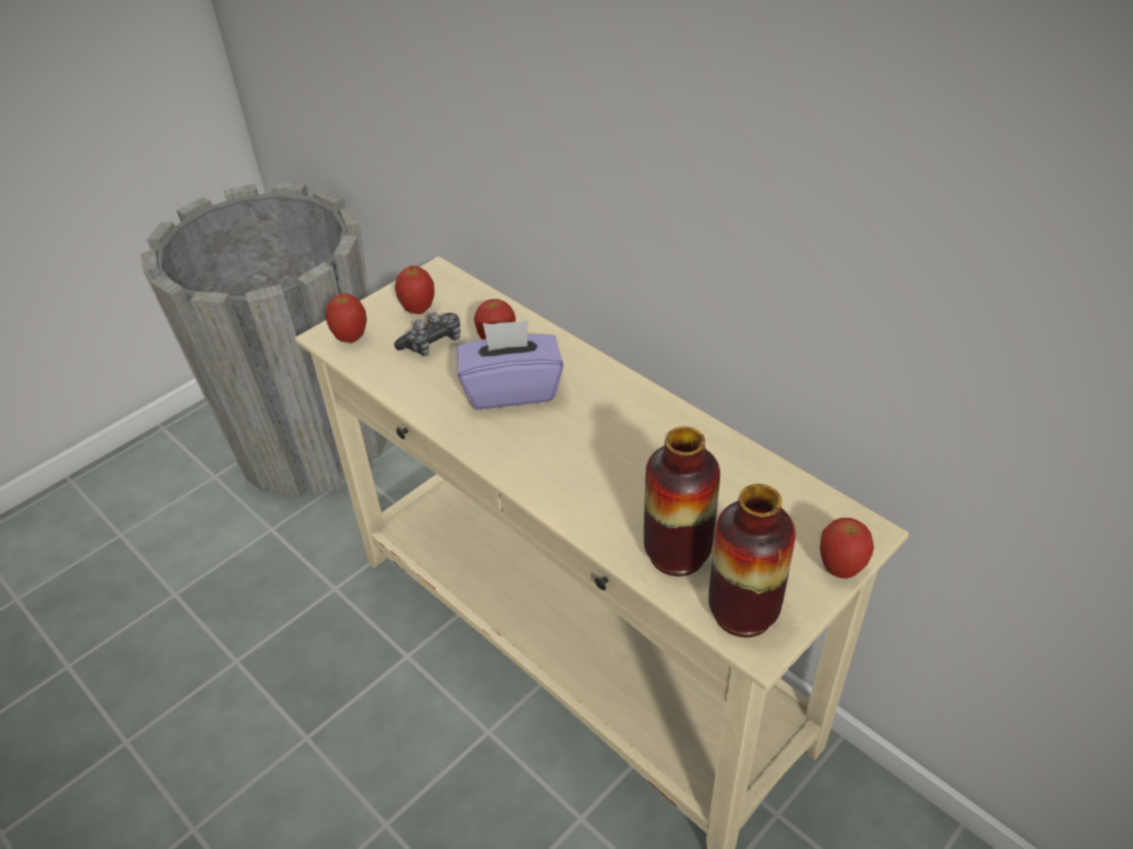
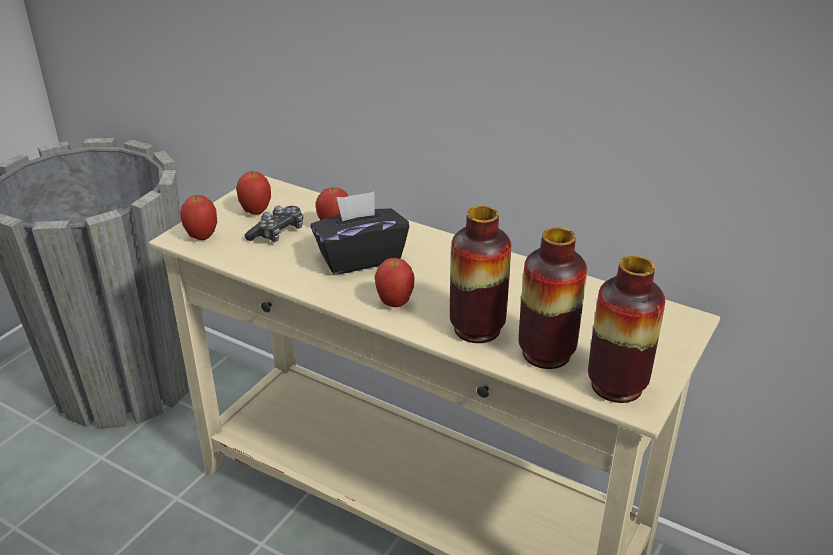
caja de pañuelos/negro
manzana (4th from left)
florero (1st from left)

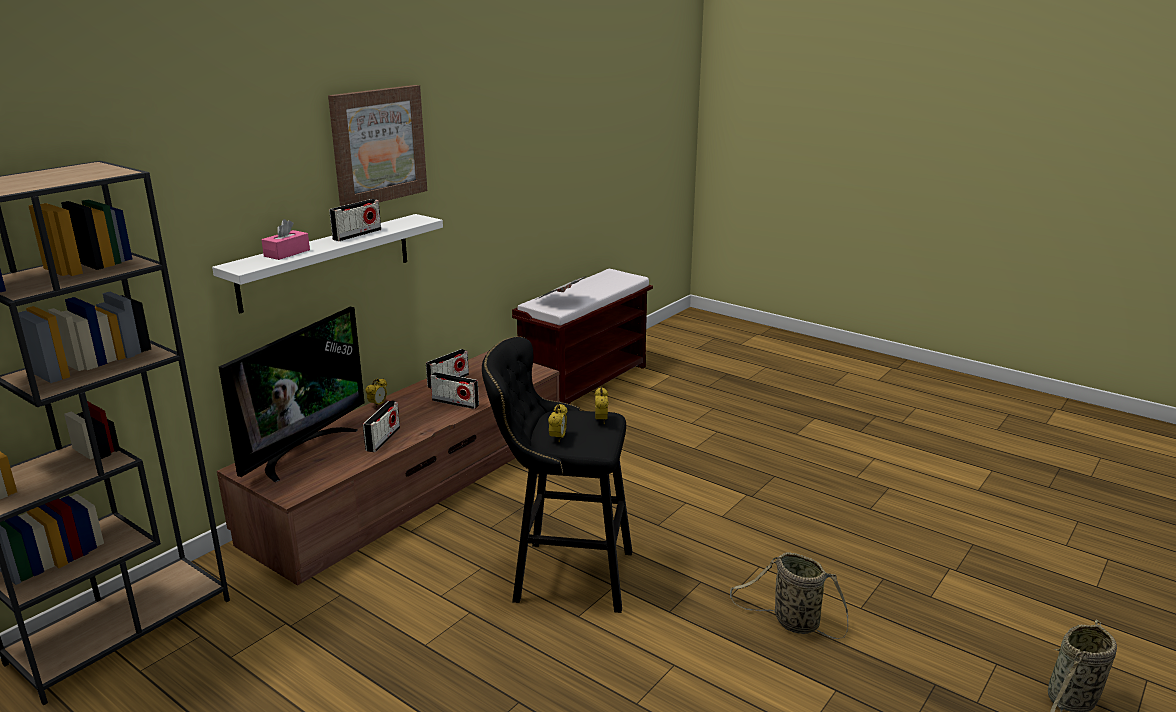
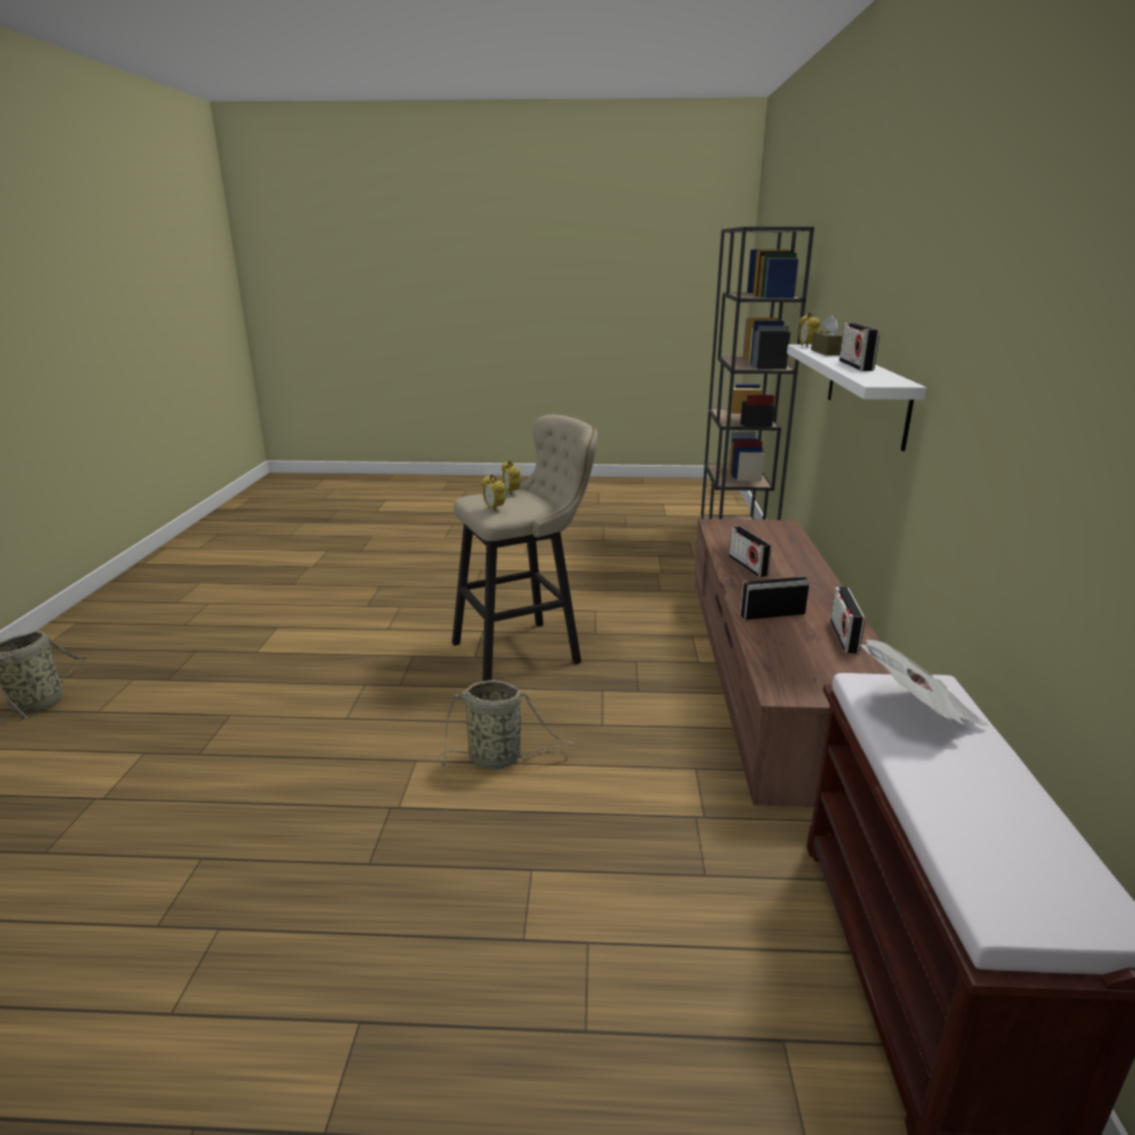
cuadro
caja de pañuelos/marrón
televisor
taburete/beis
despertador (3rd from left)
cesta (2nd from left)

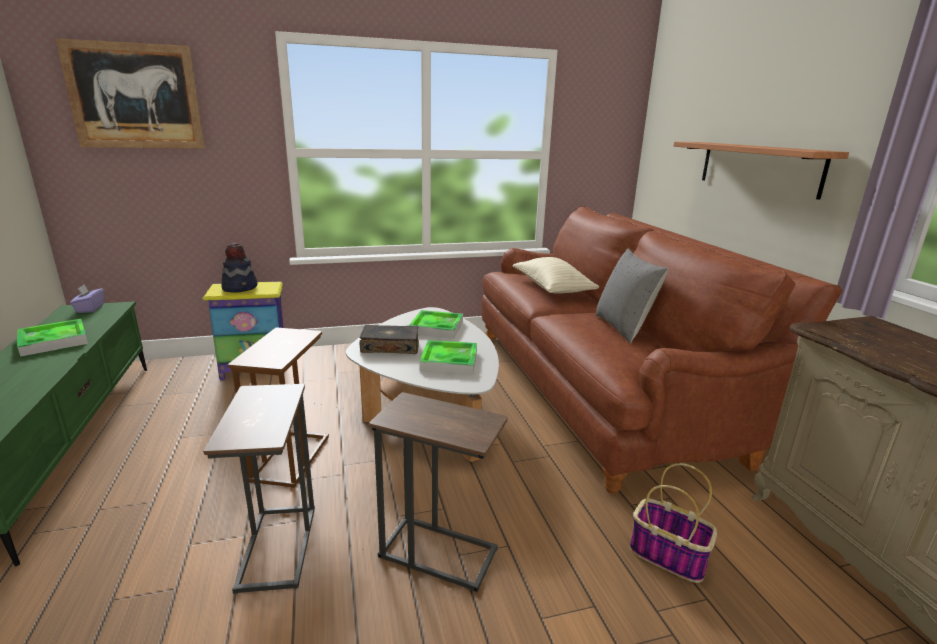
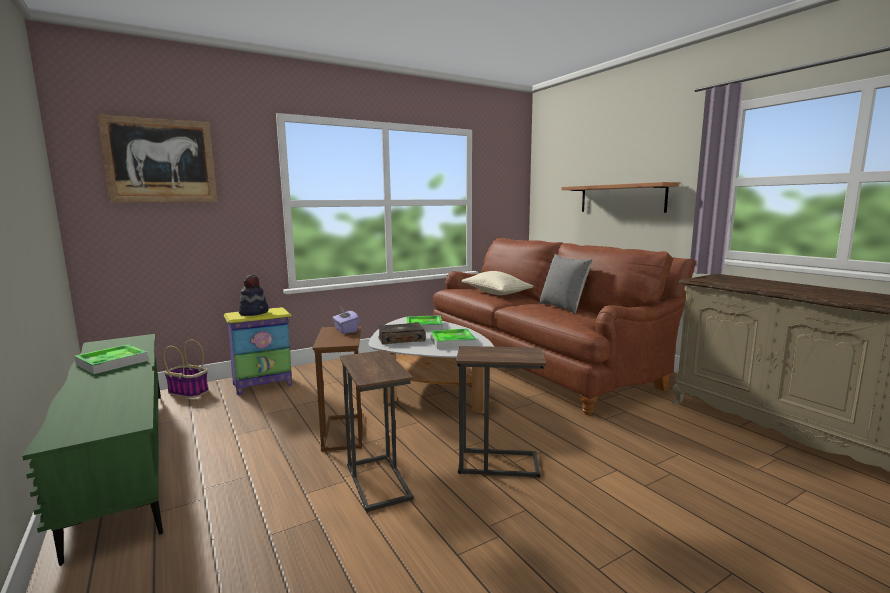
caja de pañuelos/morado
cesta

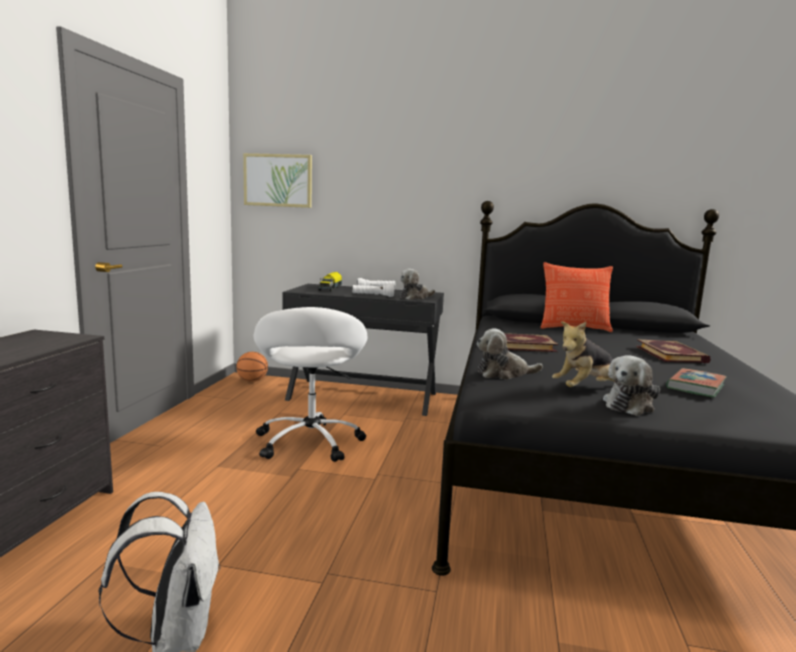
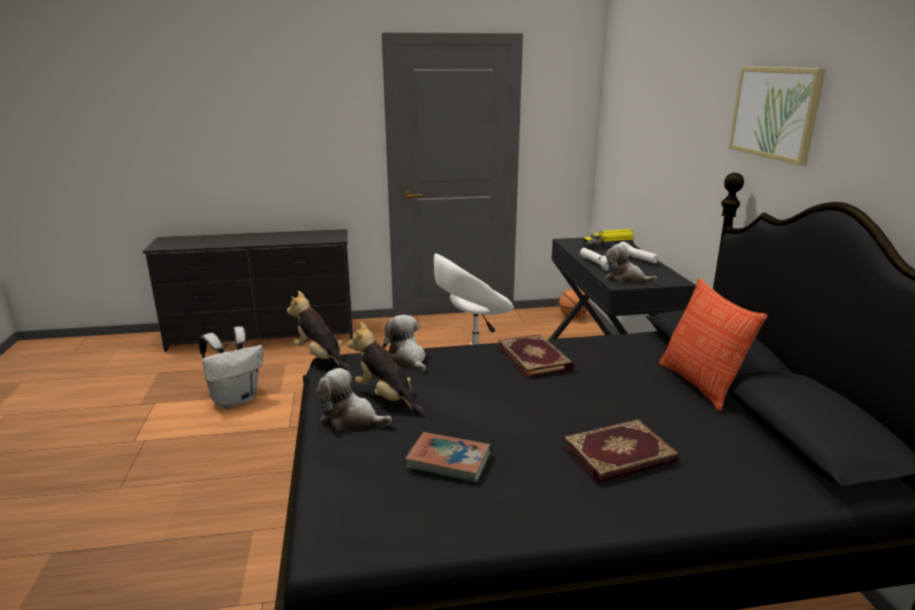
cuadro
peluche (1st from left)

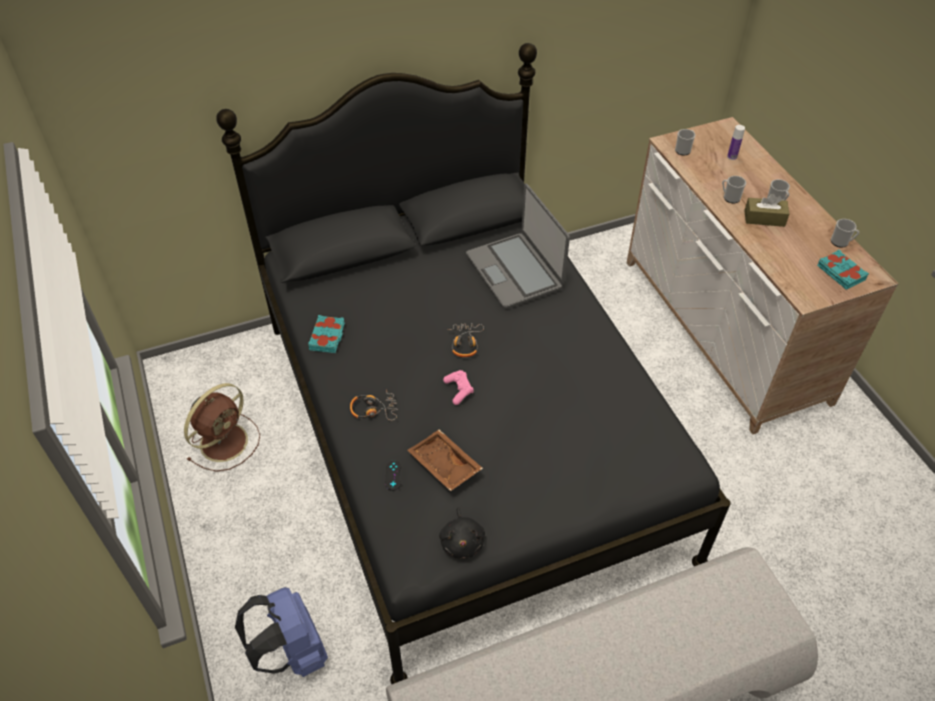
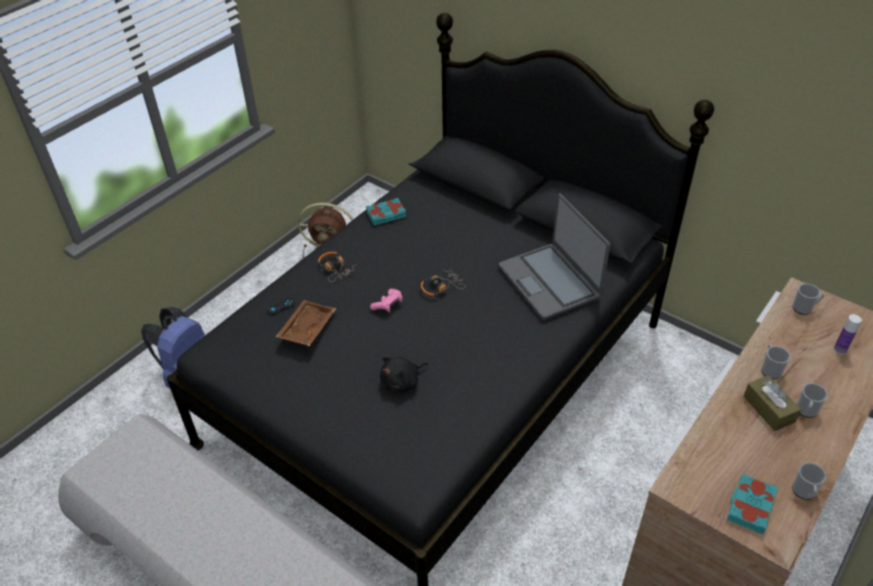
portátil
peluche/negro

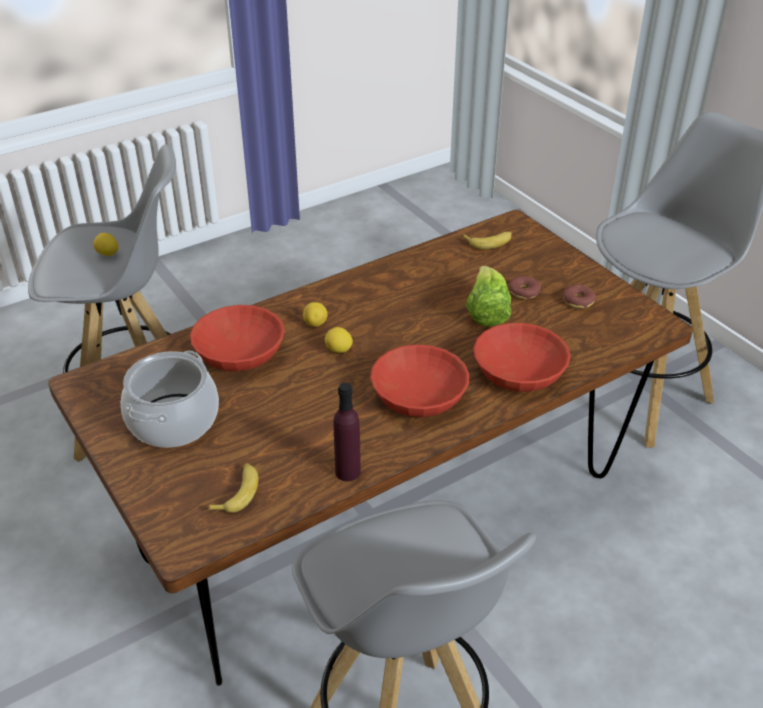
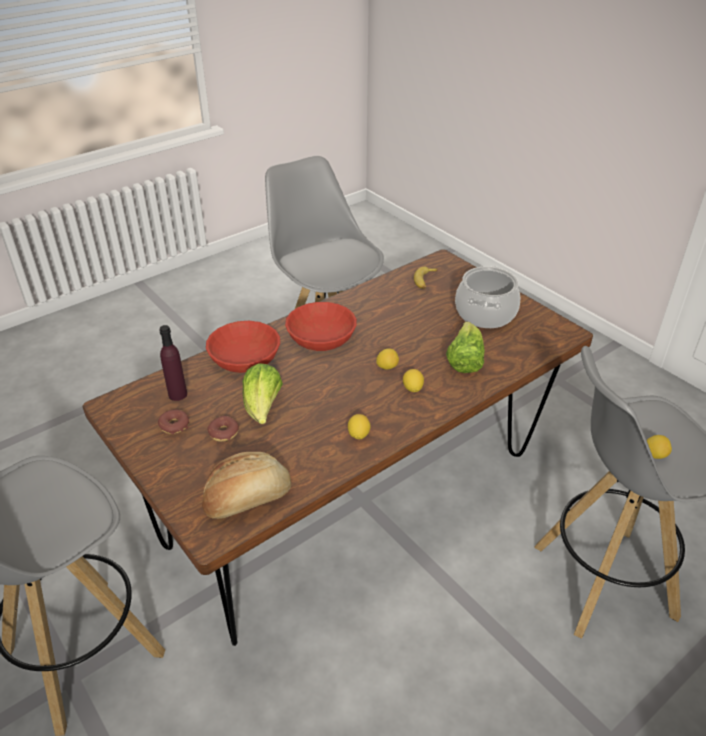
pan
lechuga (2nd from left)
botella/morado
limón (1st from left)

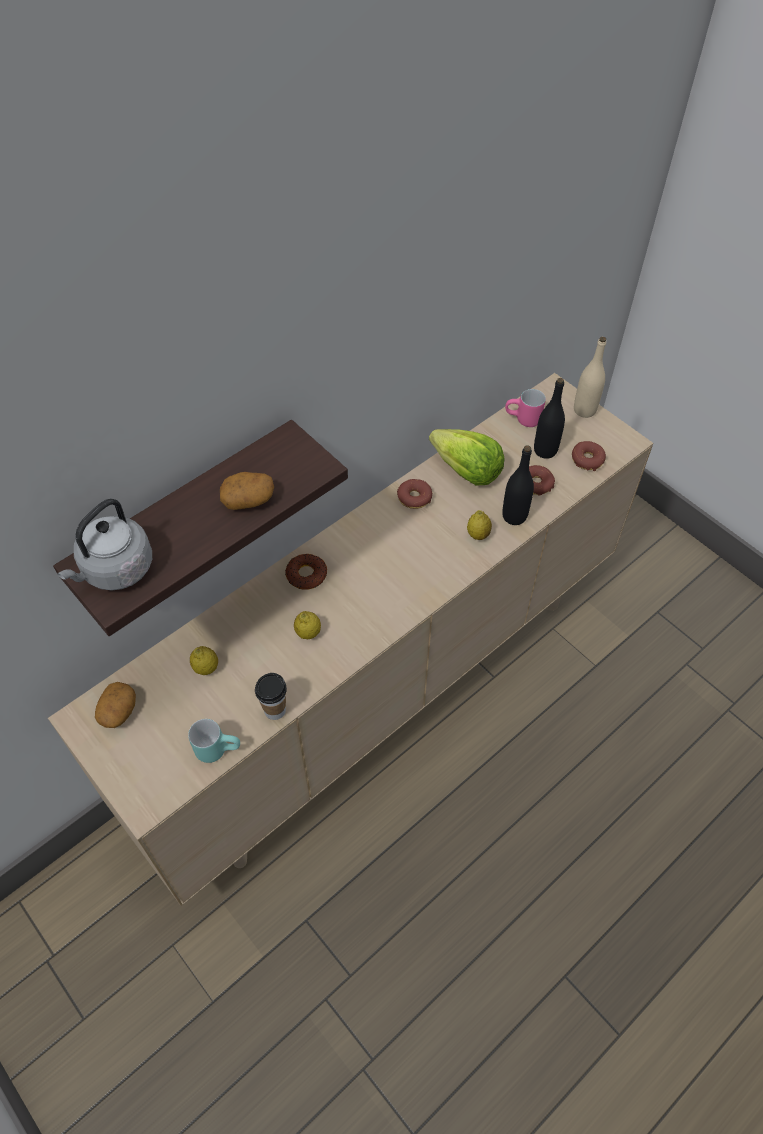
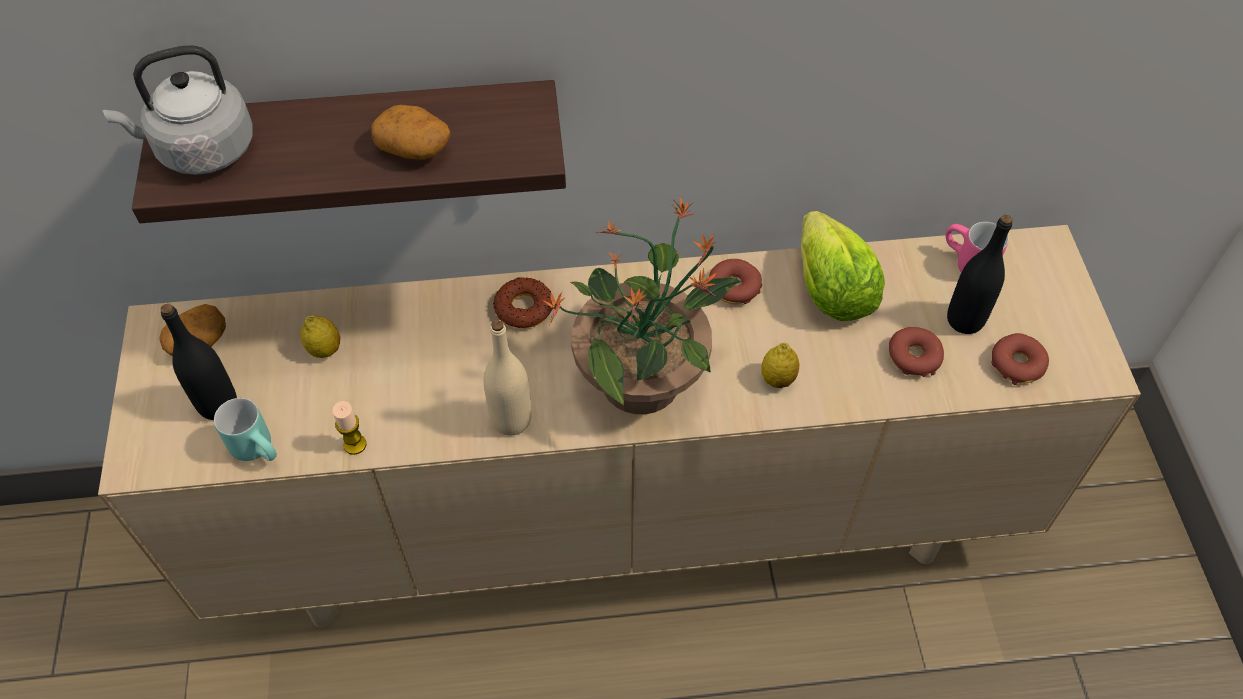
botella/beis
botella/negro (1st from left)
limón (2nd from left in the first image)
vela
planta en maceta

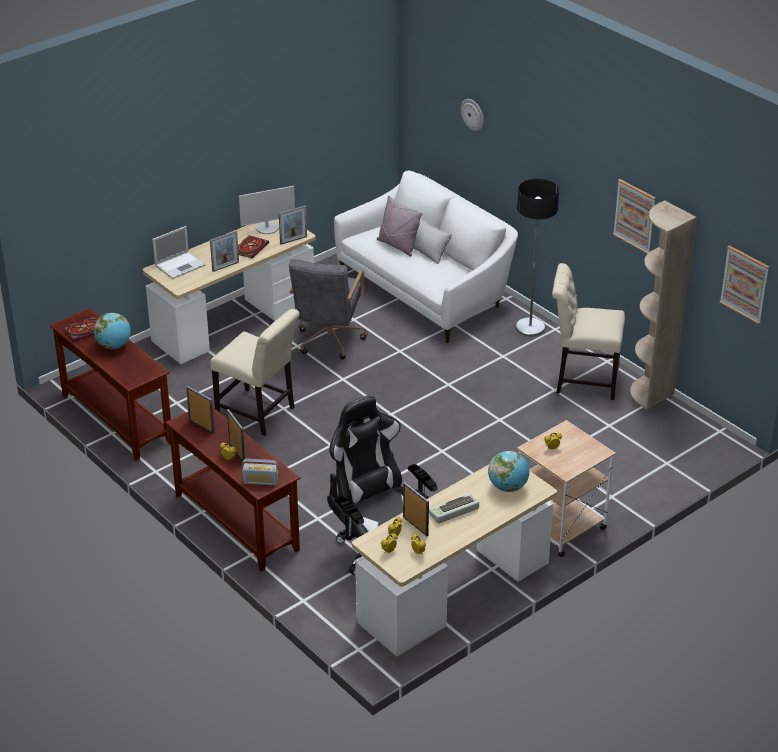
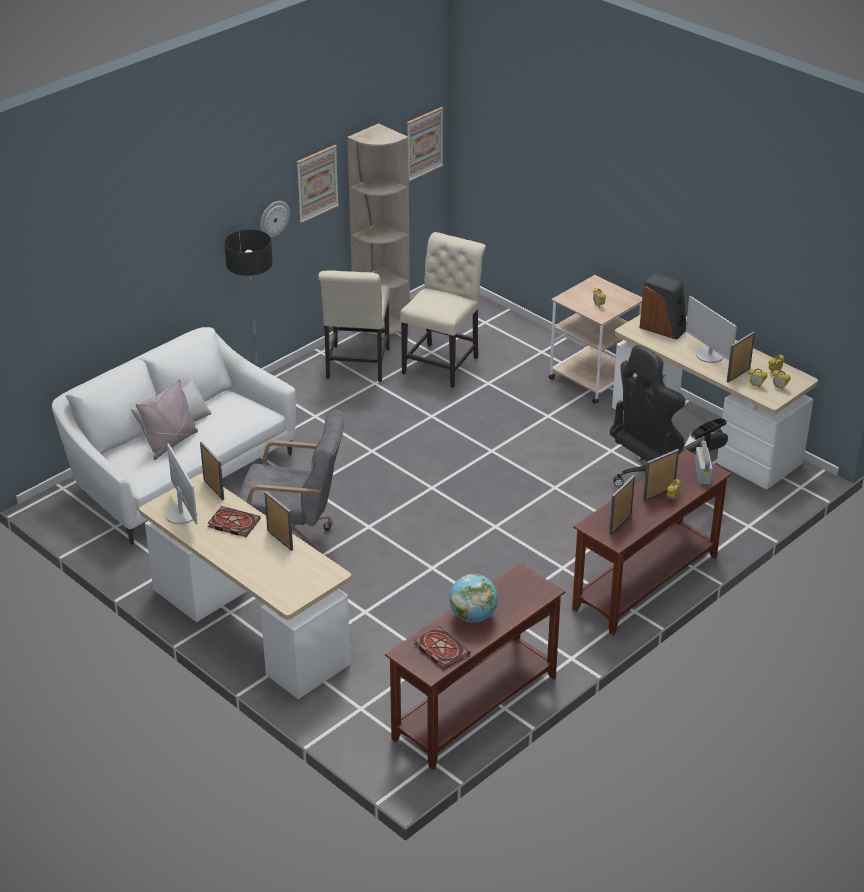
reloj de pared
portátil
silla/beis (2nd from left)
altavoz
monitor (2nd from left)

